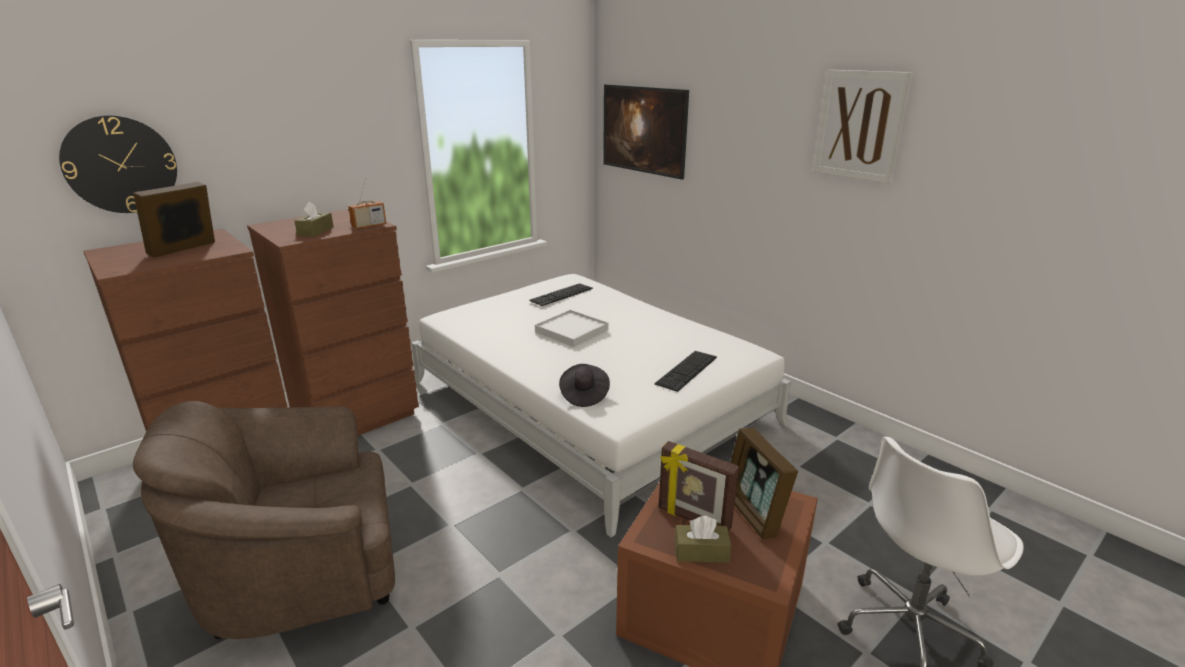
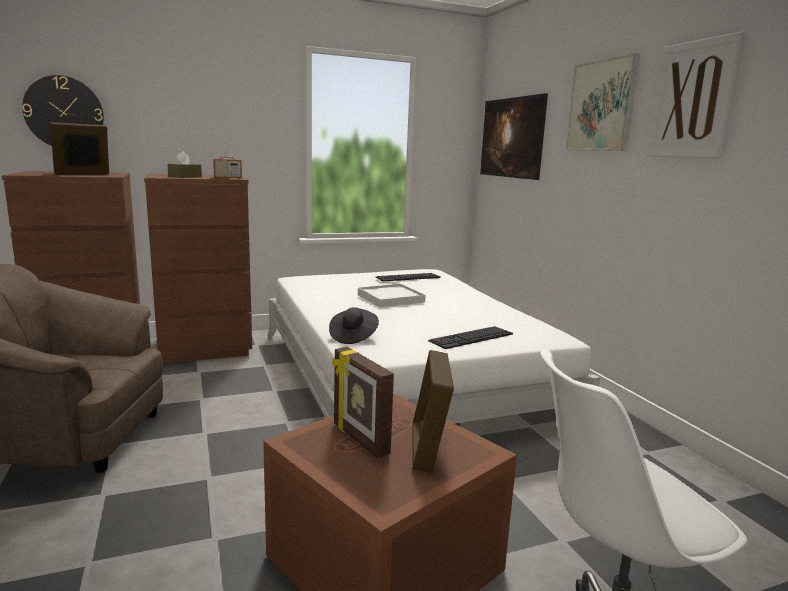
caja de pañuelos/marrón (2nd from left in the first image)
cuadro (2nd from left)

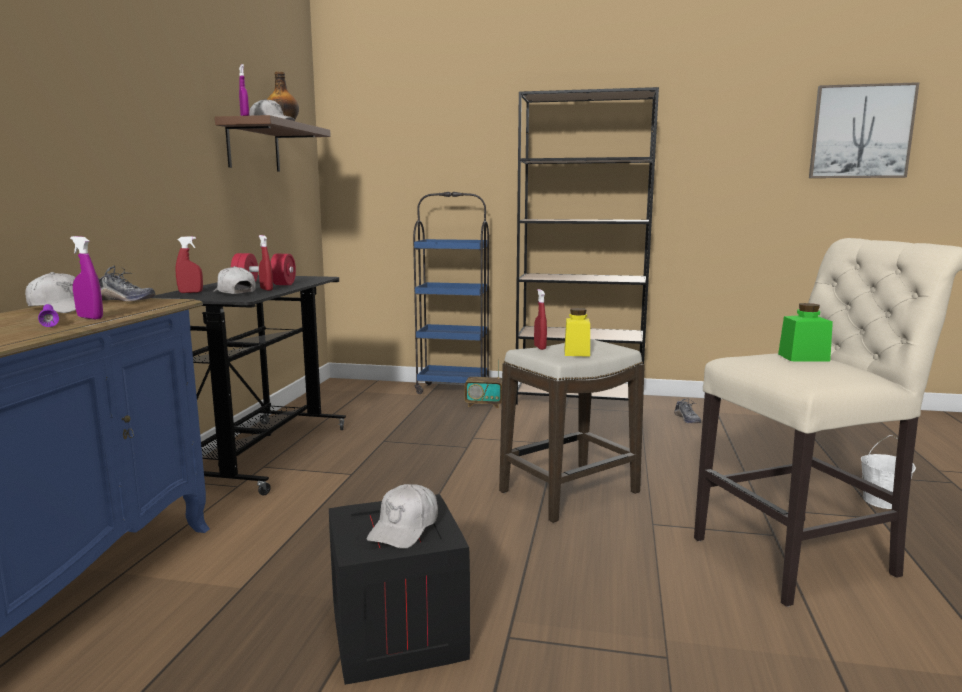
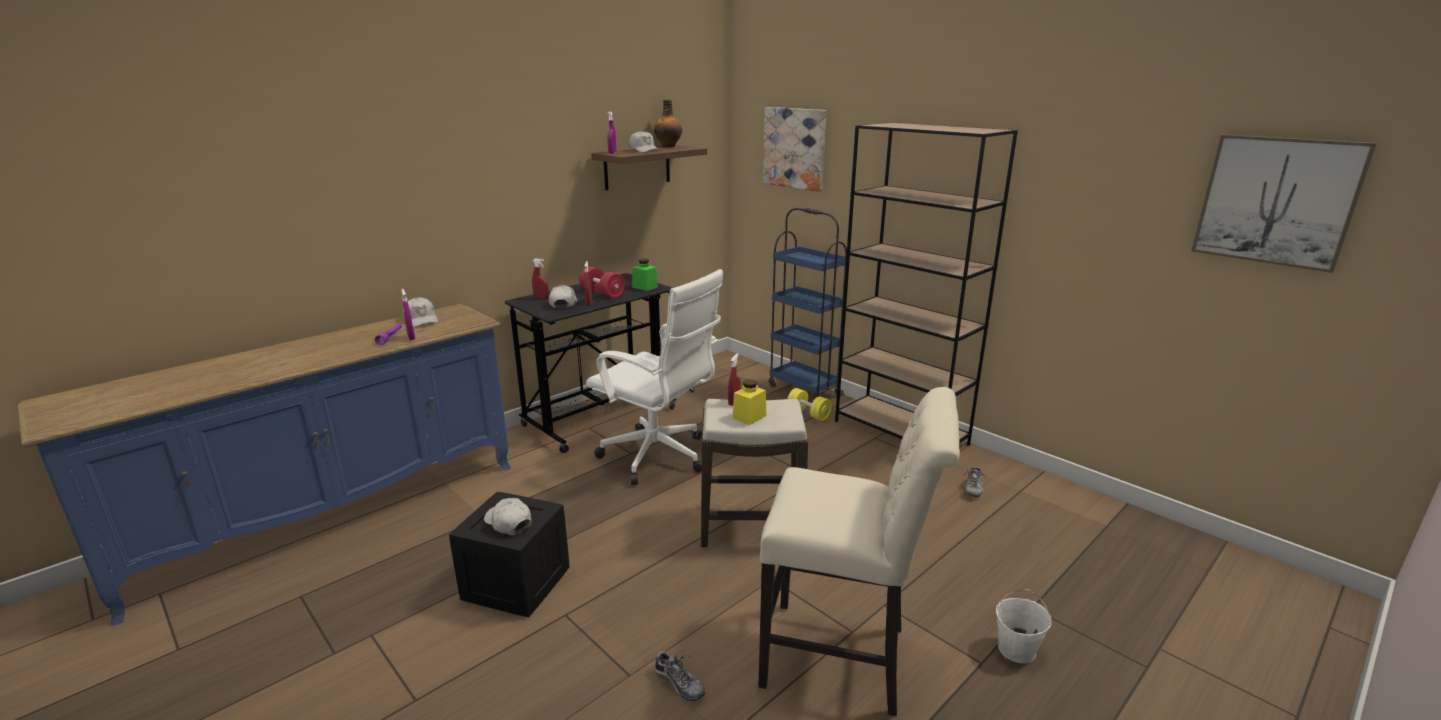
zapato (1st from left)
tarro/verde
mancuerna/amarillo
gorra/blanco (2nd from left)
cuadro (1st from left)
silla de oficina/blanco

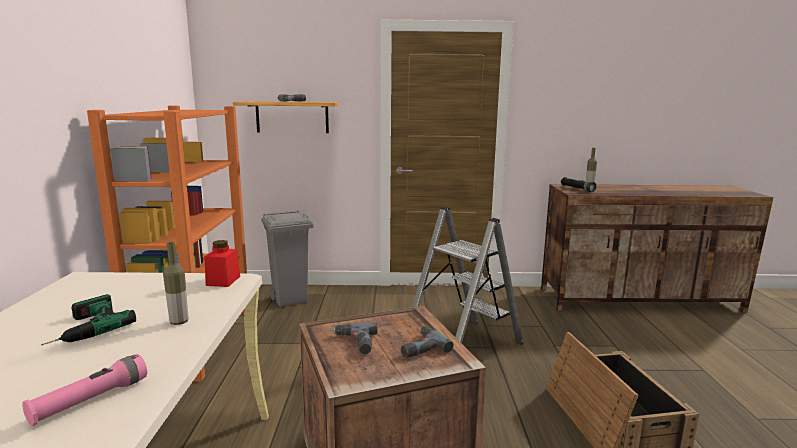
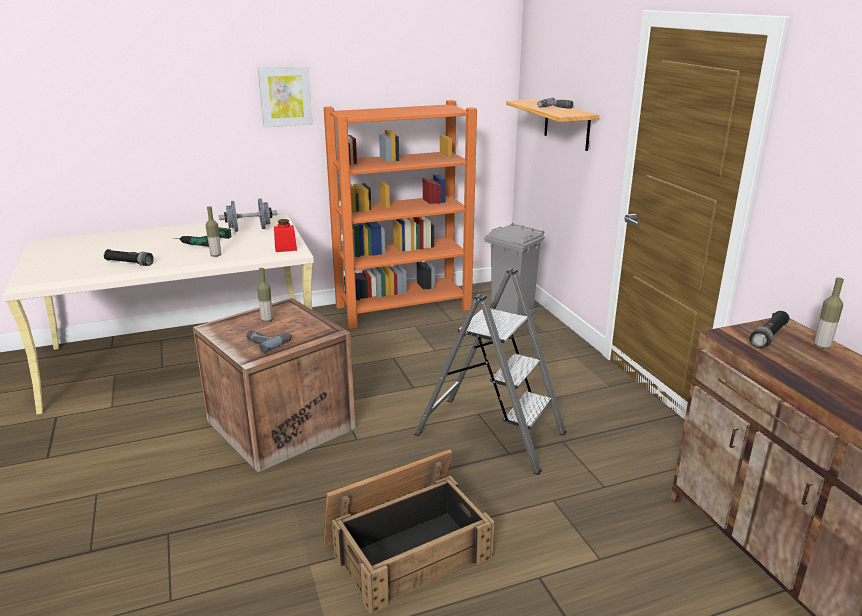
botella (2nd from left)
linterna/negro (1st from left)
cuadro
mancuerna/gris

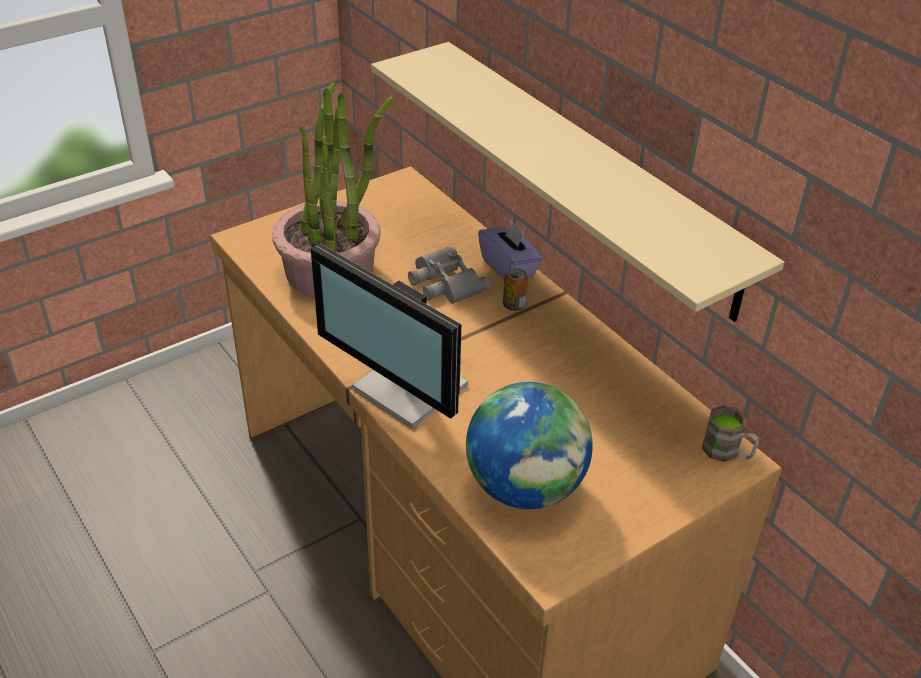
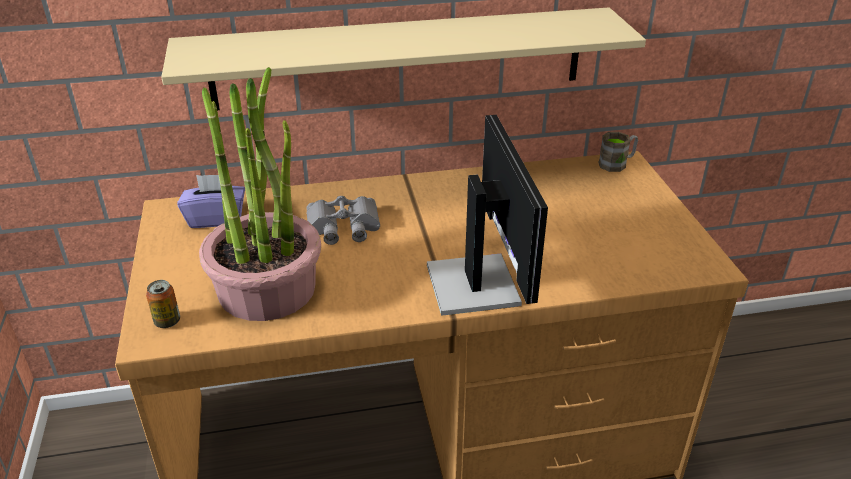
caja de pañuelos/morado
monitor
lata
globo terráqueo

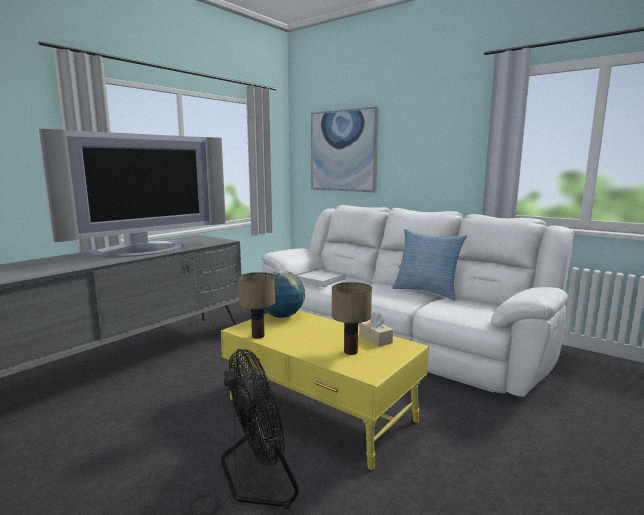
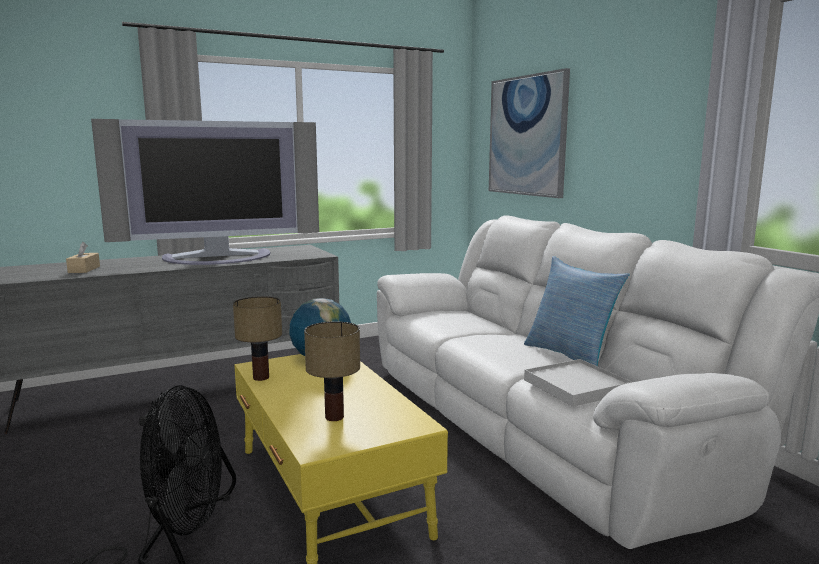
bandeja/blanco
caja de pañuelos/beis

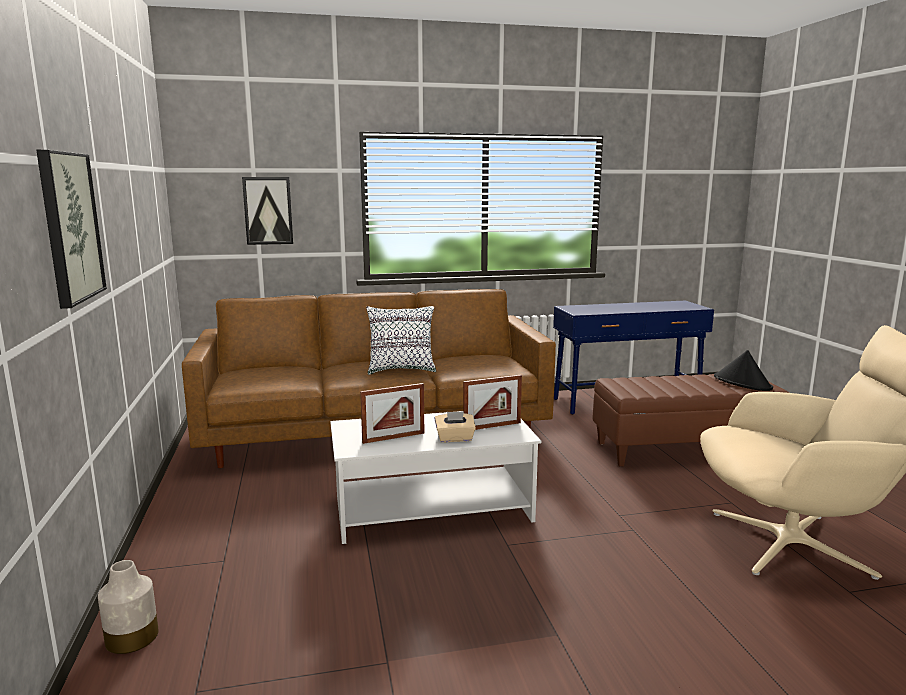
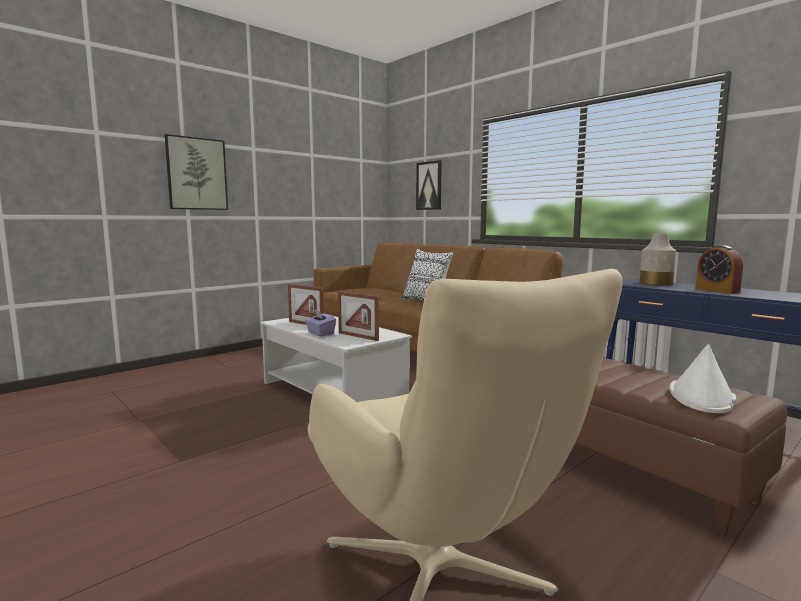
sombrero/blanco
caja de pañuelos/morado
florero/beis
despertador

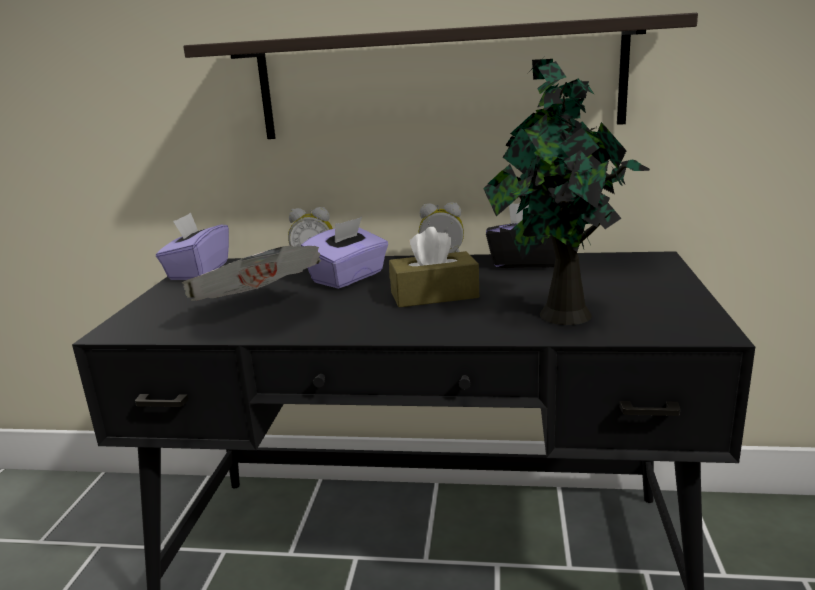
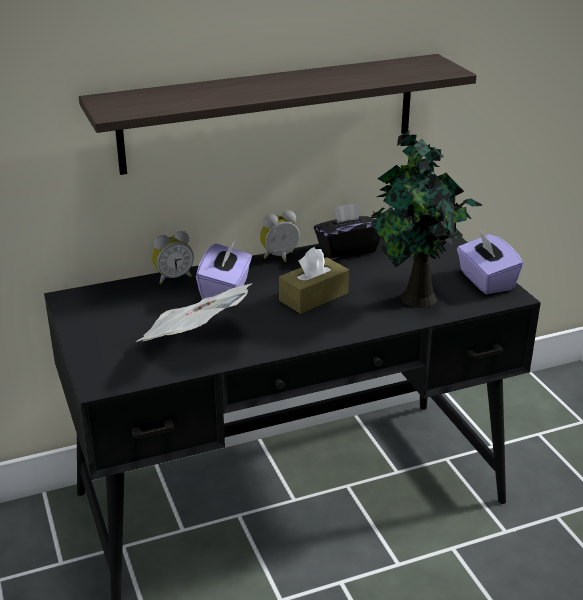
caja de pañuelos/morado (2nd from left)

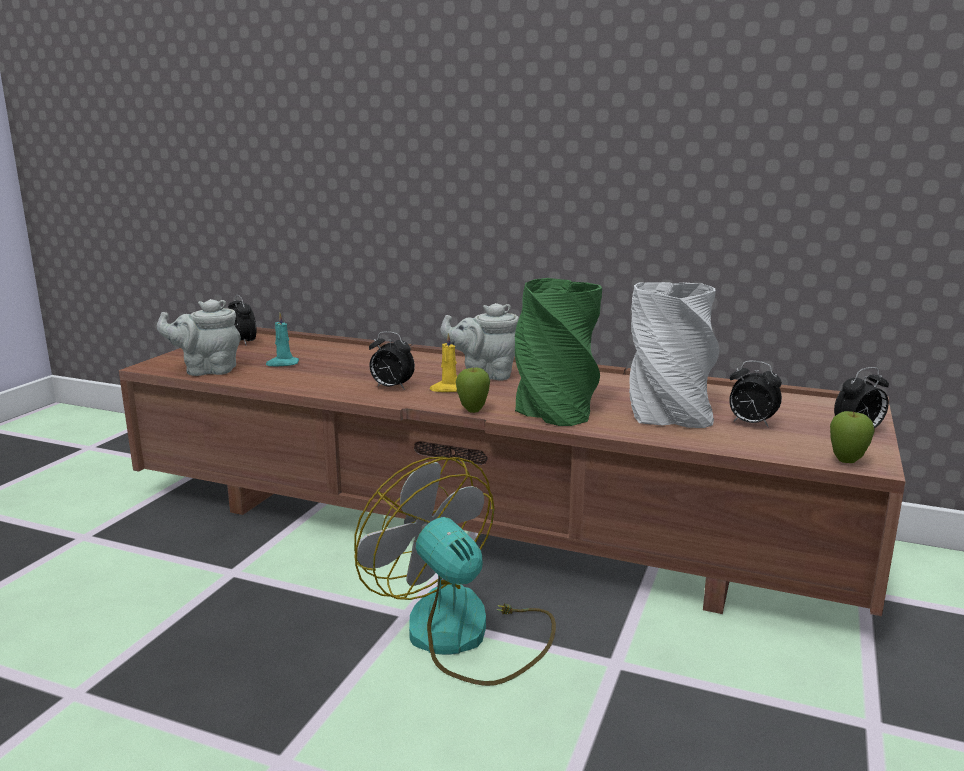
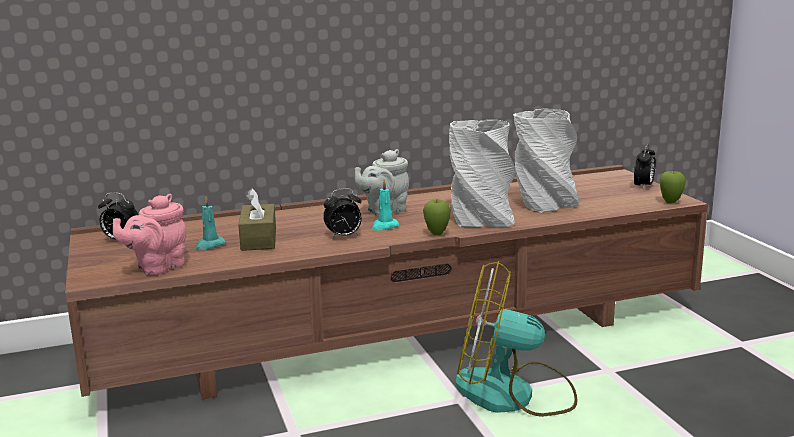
florero/gris (1st from left)
tetera/rosa
vela/turquesa (2nd from left)
despertador (3rd from left in the first image)
caja de pañuelos/marrón

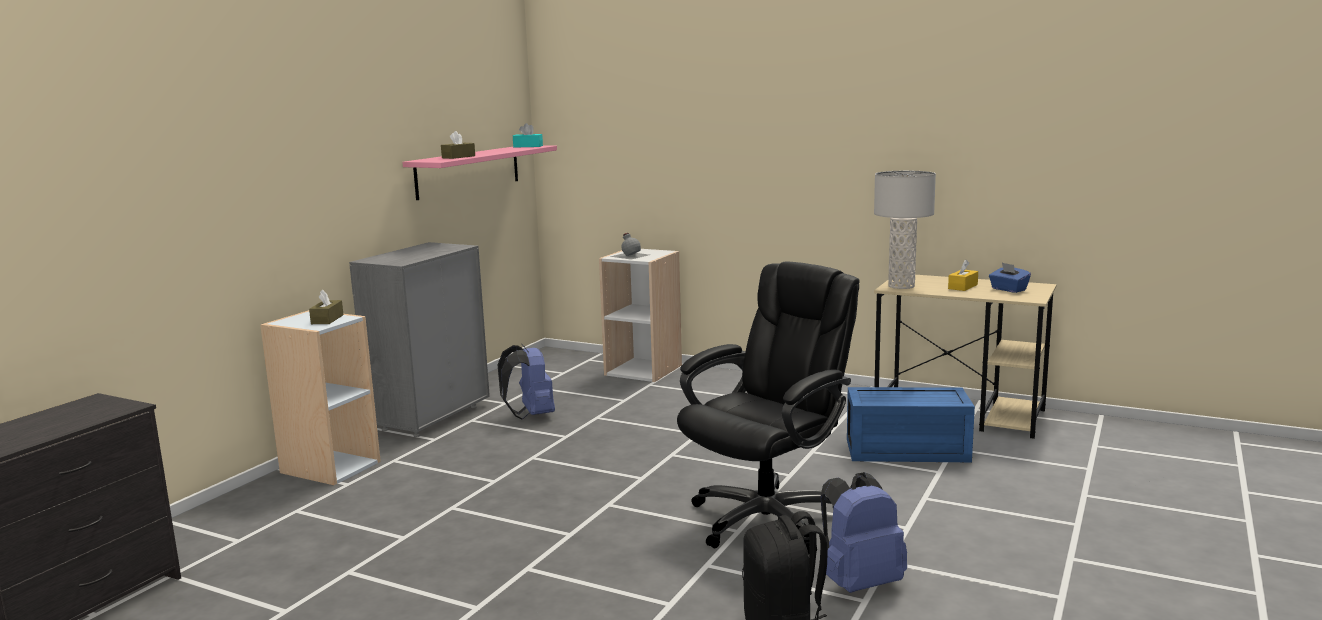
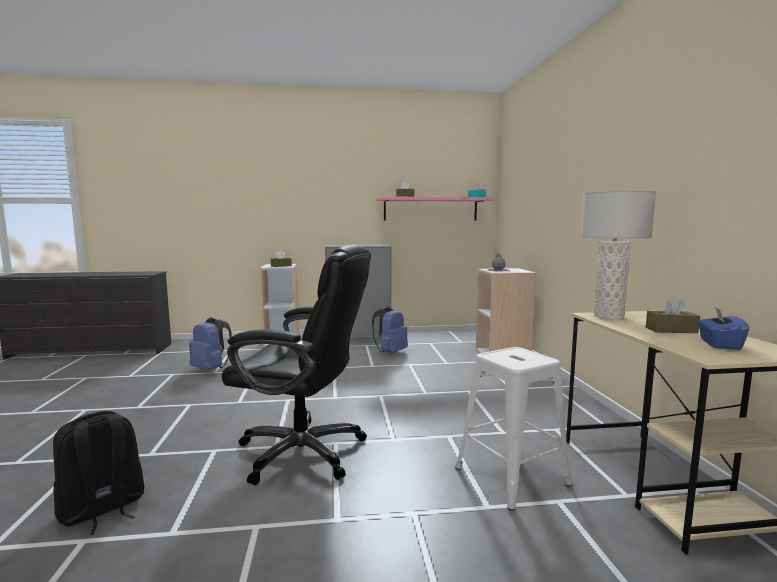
caja de pañuelos/marrón (3rd from left)
taburete/blanco
mochila/azul (1st from left)

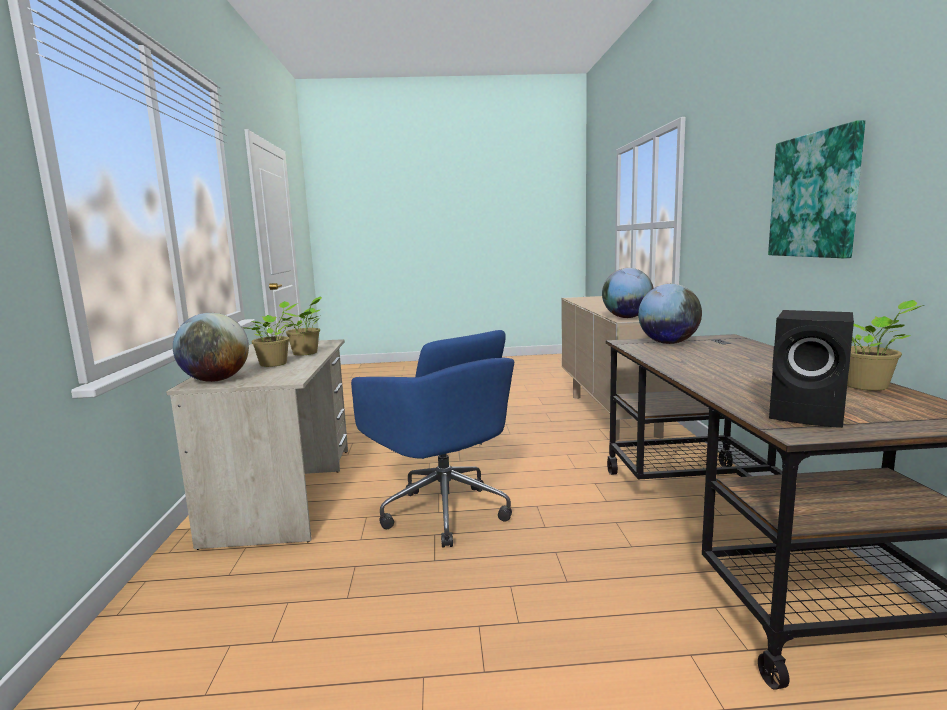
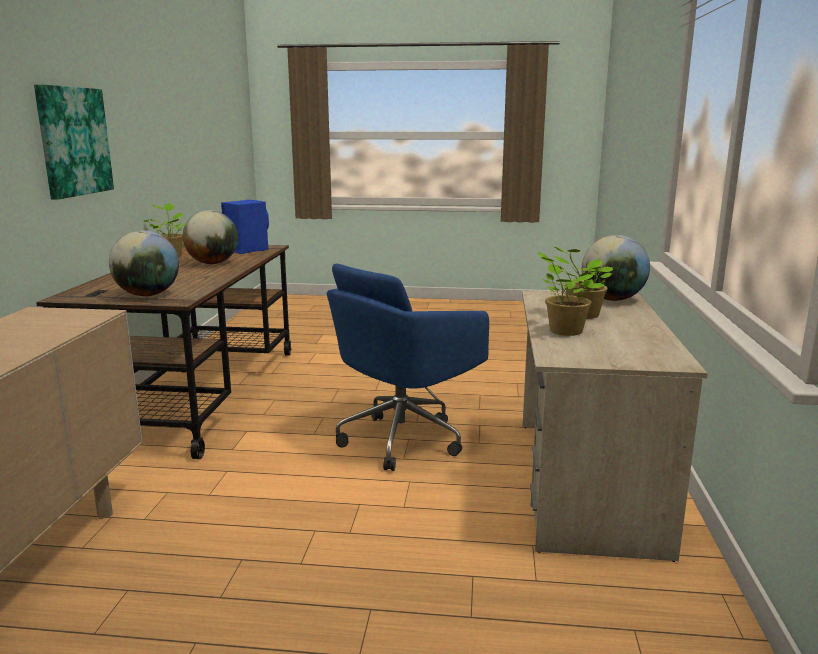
globo terráqueo (2nd from left)
altavoz/azul
silla de oficina/azul

